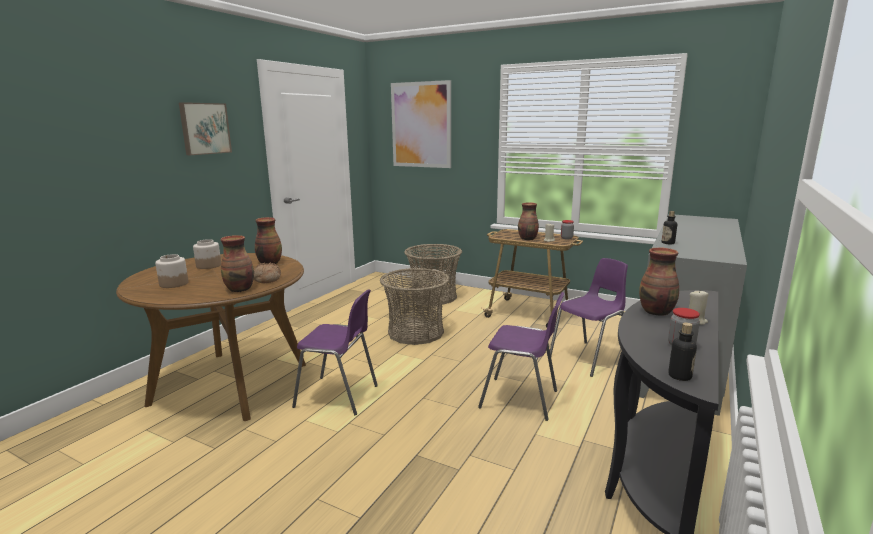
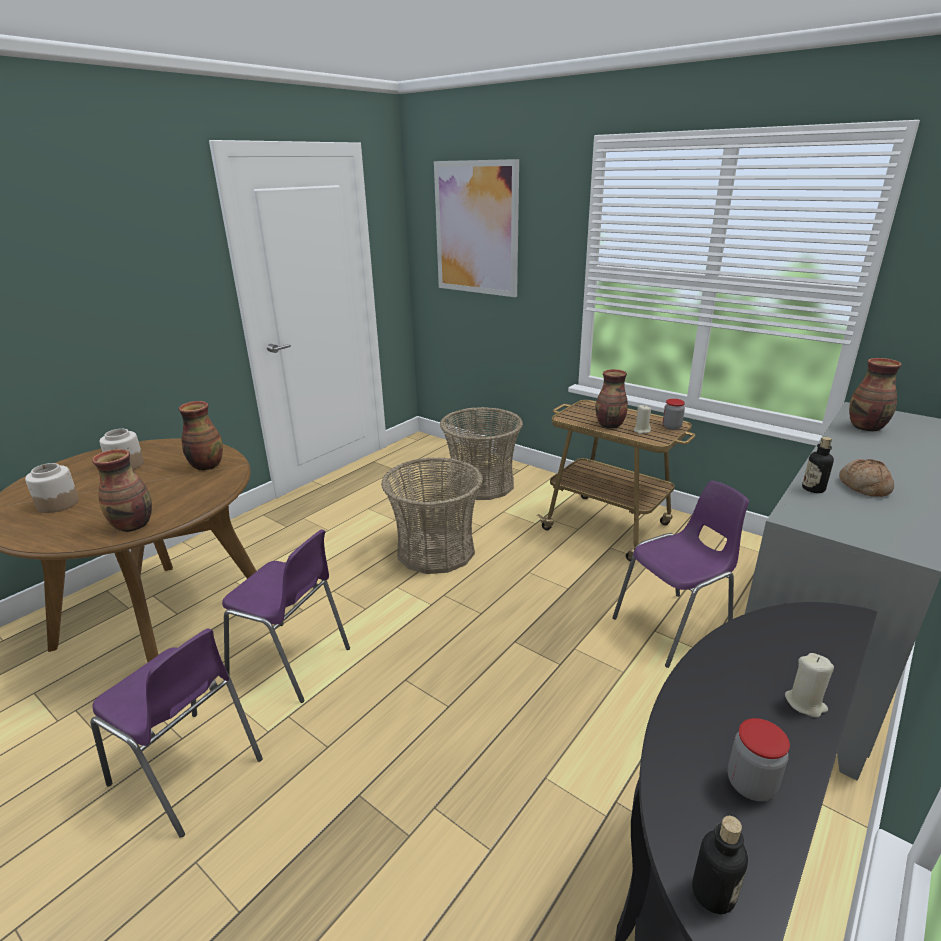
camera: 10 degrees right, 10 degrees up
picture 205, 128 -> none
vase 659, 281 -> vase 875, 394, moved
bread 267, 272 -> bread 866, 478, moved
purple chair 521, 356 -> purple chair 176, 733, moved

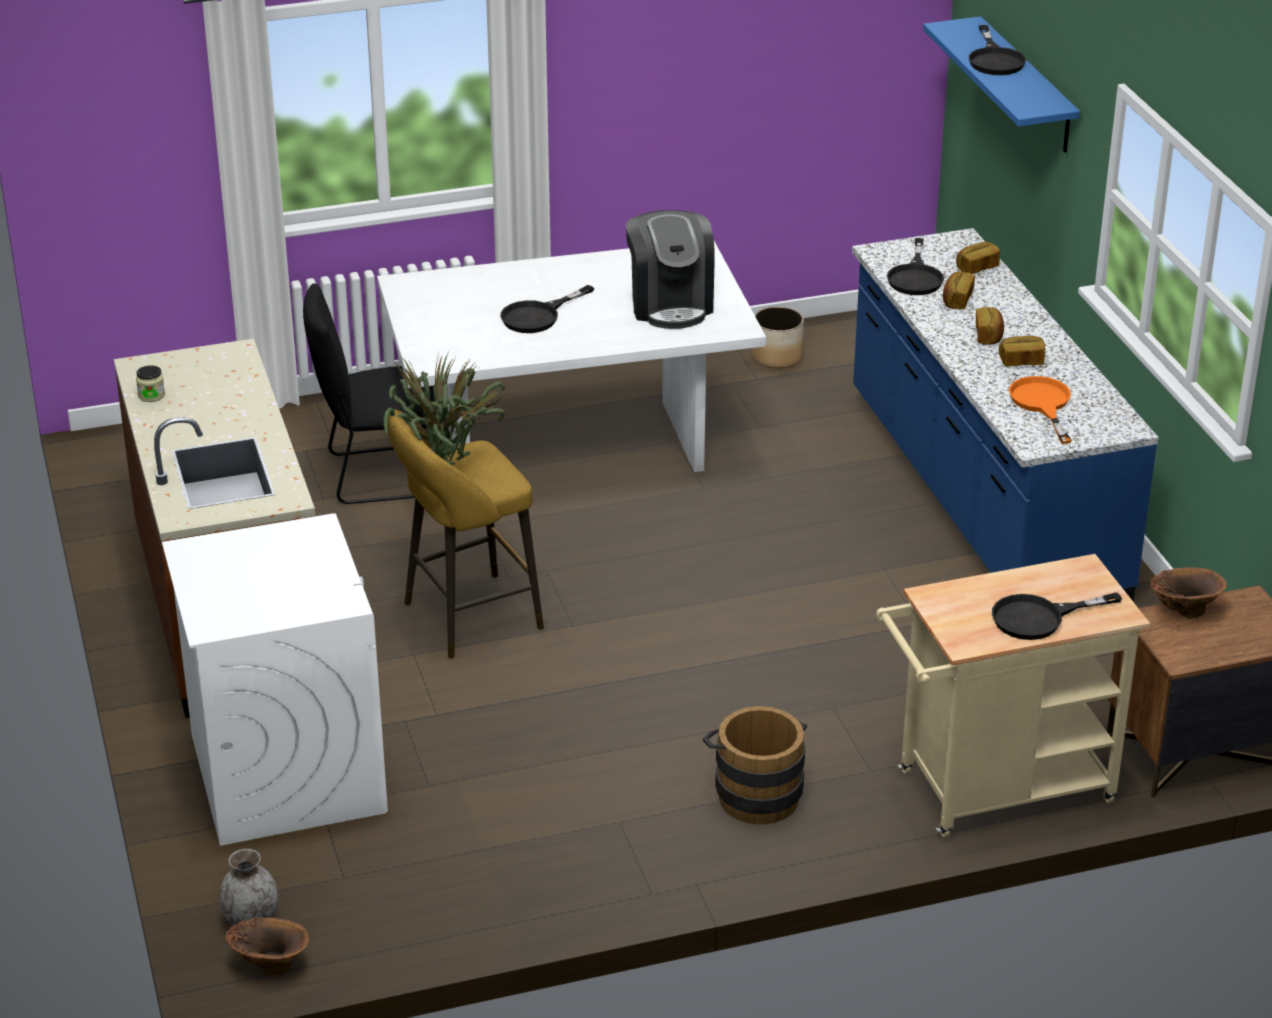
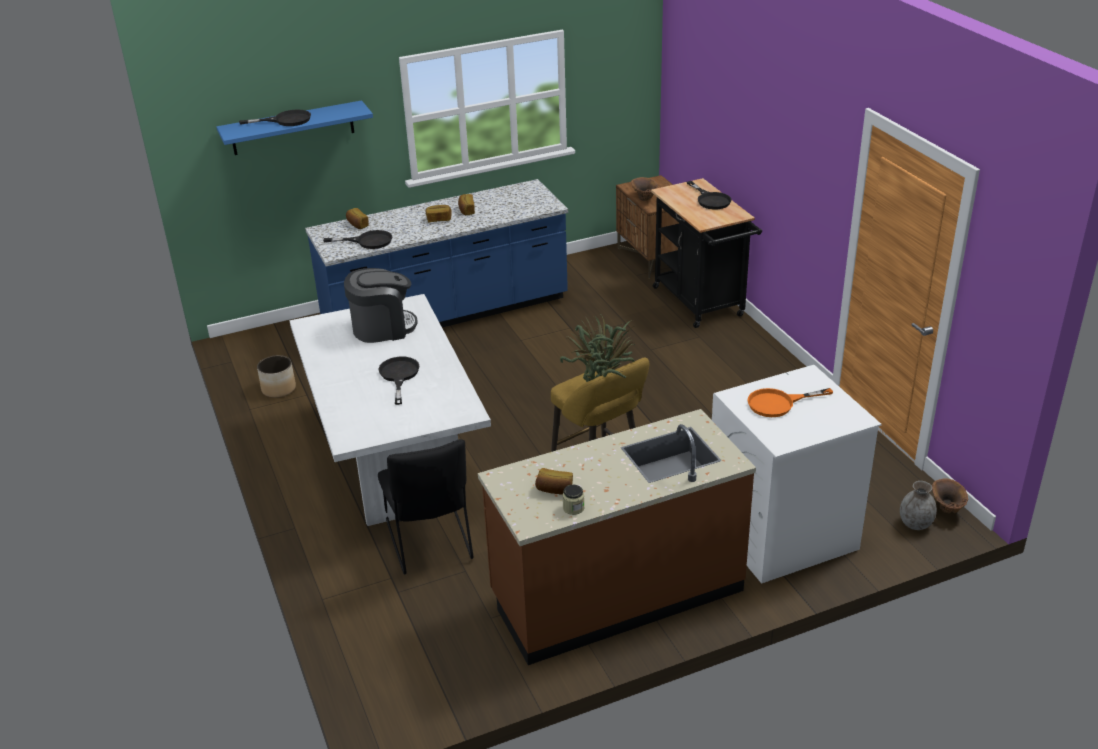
camera: 95 degrees left, 0 degrees up
bread 959, 290 -> bread 554, 481, moved
black frying pan 547, 309 -> black frying pan 398, 381, 135 degrees counterclockwise
orange frying pan 1040, 410 -> orange frying pan 790, 402, moved
beige cart 1013, 695 -> black cart 706, 253
brown bucket 754, 765 -> none

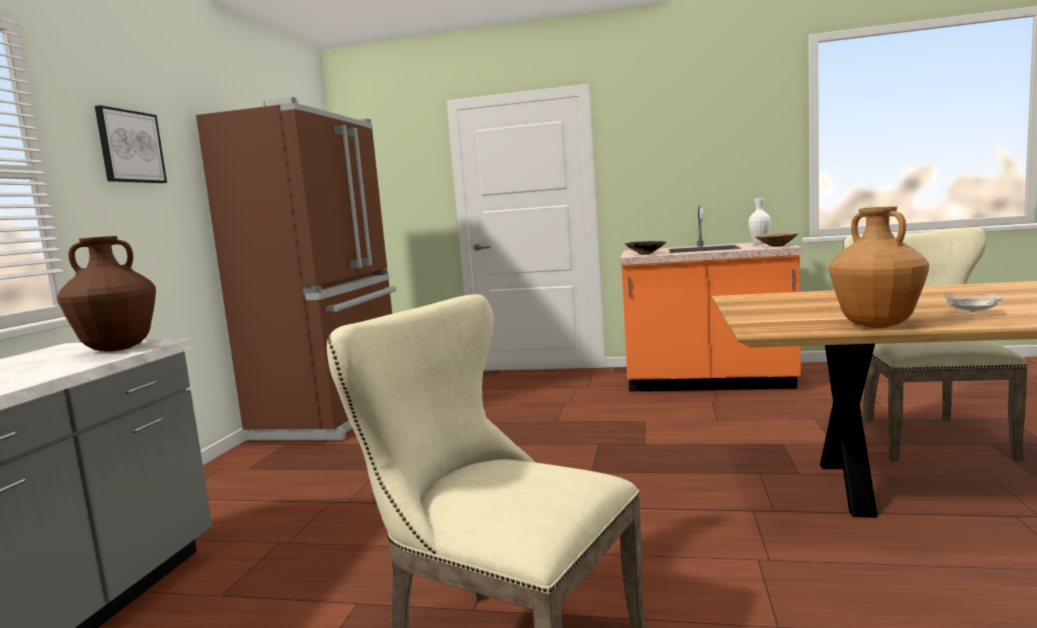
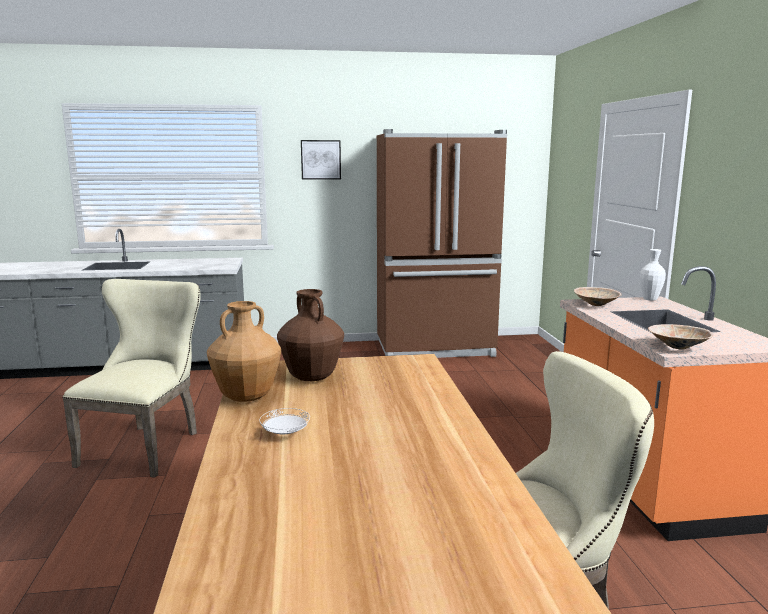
camera: 70 degrees right, 5 degrees up
white vase 759, 221 -> white vase 653, 275, moved
brown vase 106, 294 -> brown vase 310, 335, moved
black bowl 646, 248 -> beige bowl 598, 296

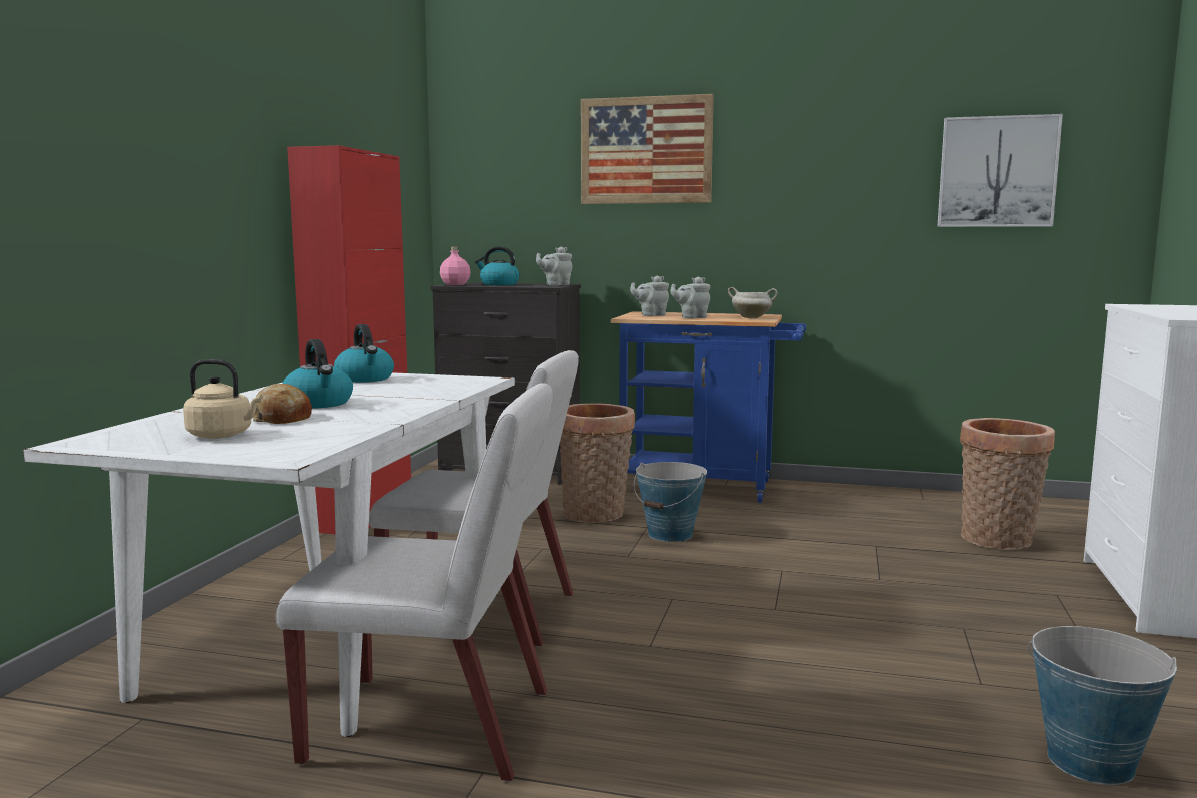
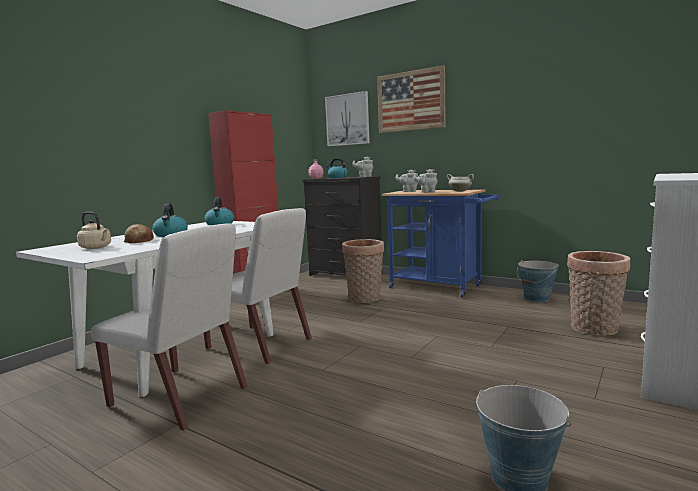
camera: 20 degrees right, 0 degrees up
picture 1000, 170 -> picture 347, 118, moved
bucket 670, 502 -> bucket 538, 281, moved

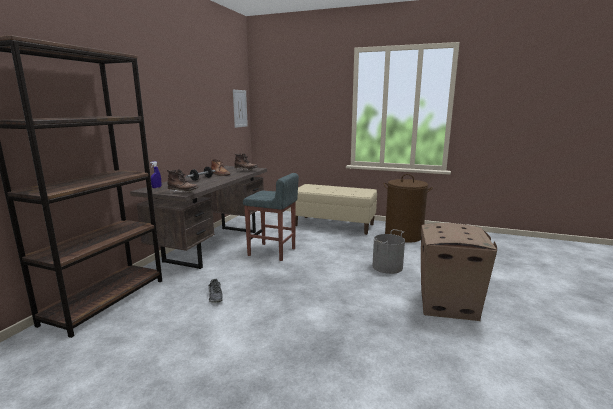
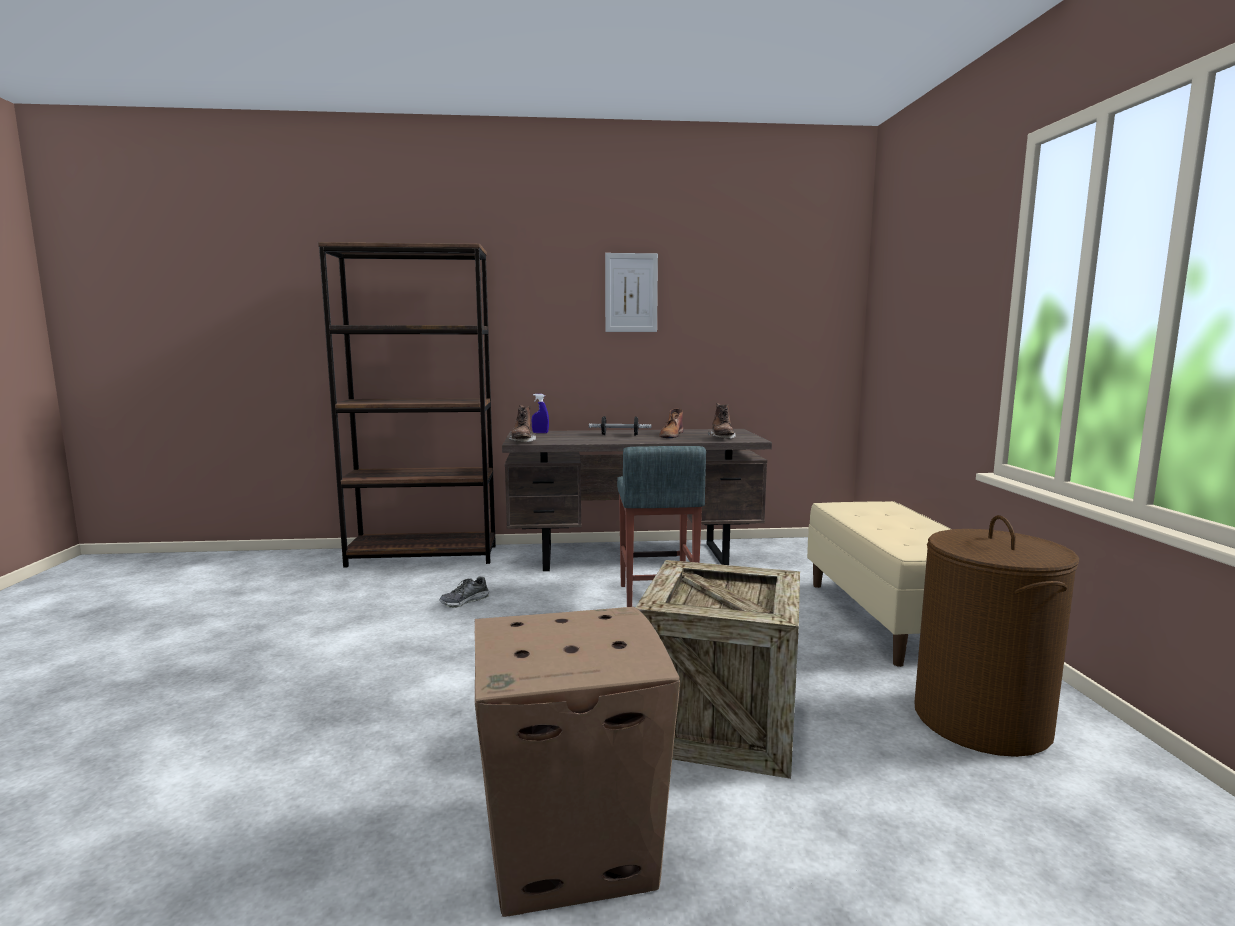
camera: 65 degrees right, 5 degrees down
picture 240, 109 -> picture 631, 292, moved
grey bucket 389, 251 -> crate 717, 669

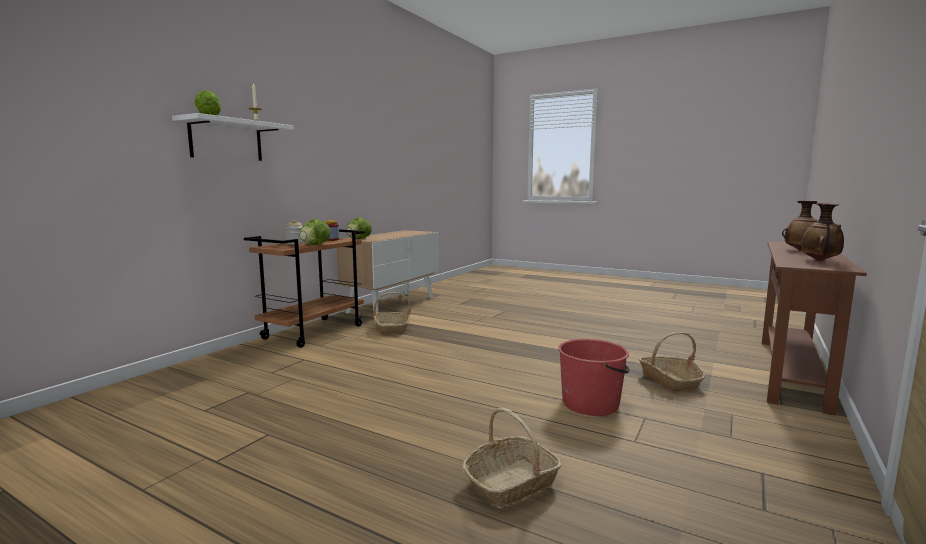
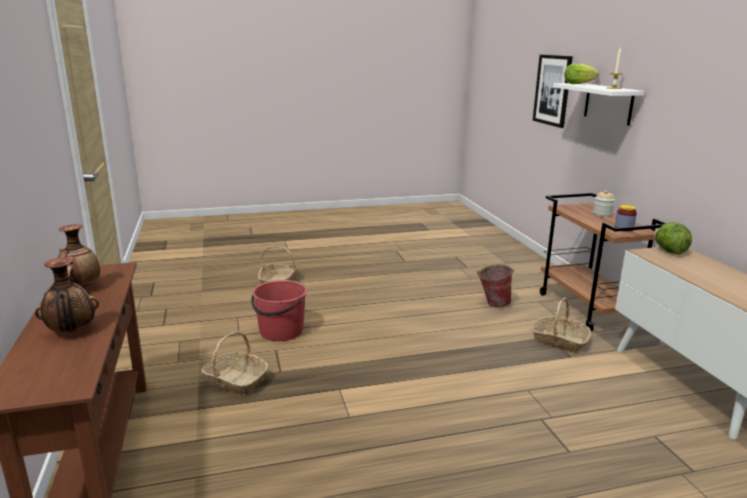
camera: 135 degrees right, 10 degrees up
lettuce 315, 232 -> none
none -> picture 553, 91
none -> bucket 495, 286

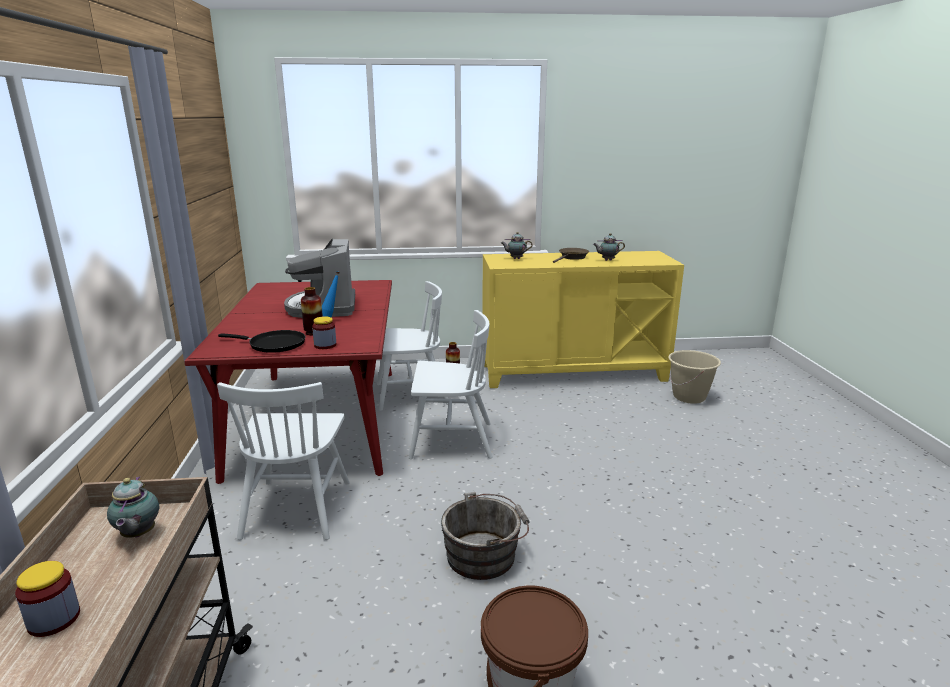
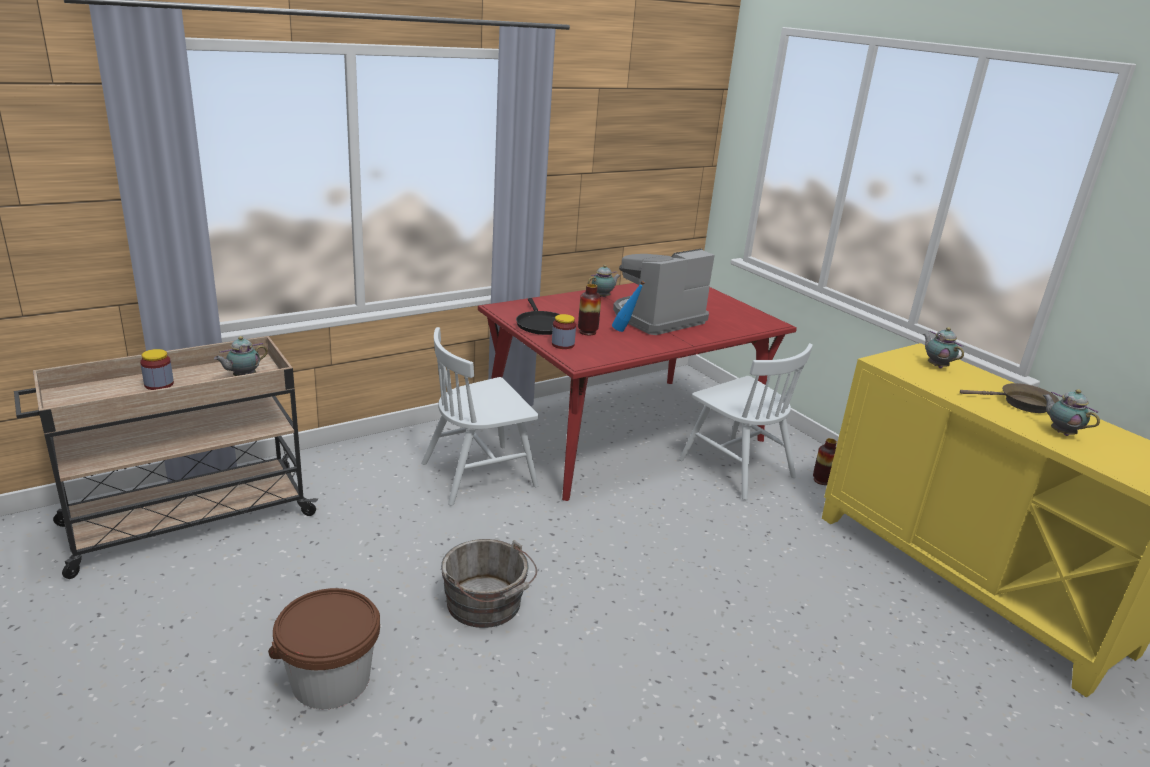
camera: 60 degrees right, 5 degrees up
white chair 451, 384 -> none
beige bucket 694, 377 -> none
none -> teapot 604, 281

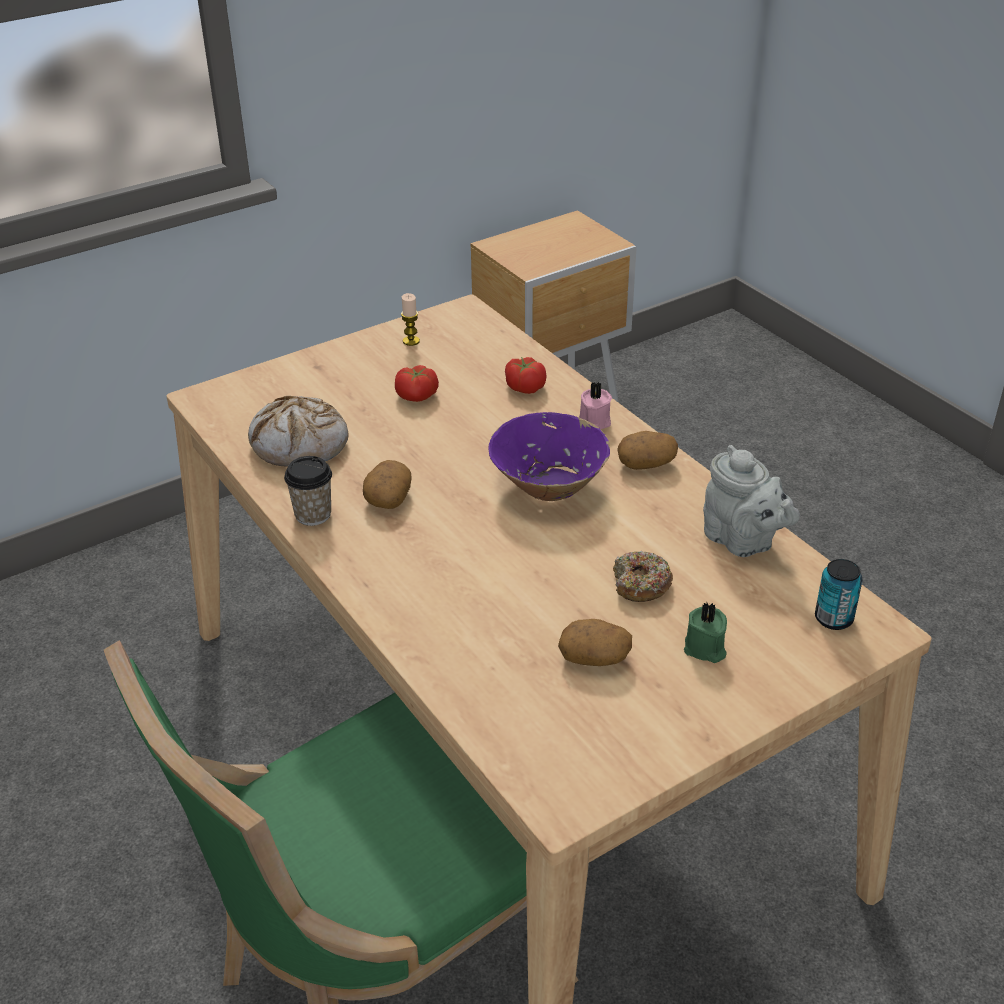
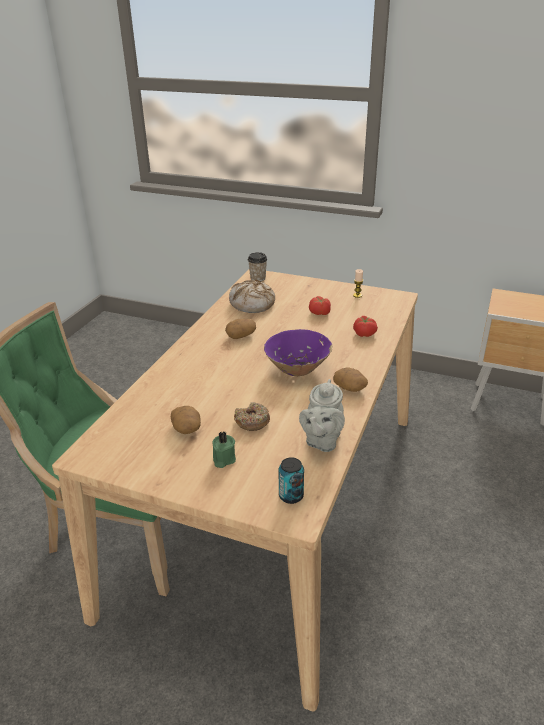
camera: 55 degrees right, 5 degrees down
pink candle 595, 405 -> none
cup 308, 491 -> cup 257, 266, moved

